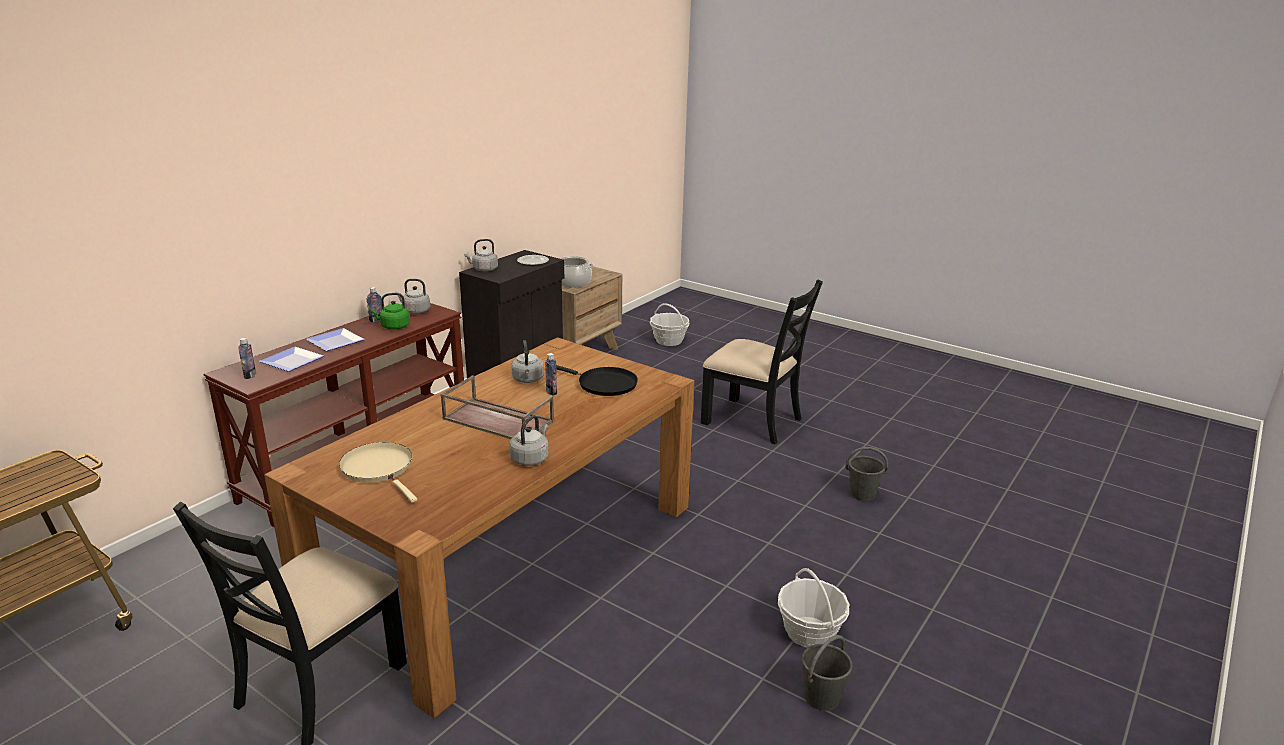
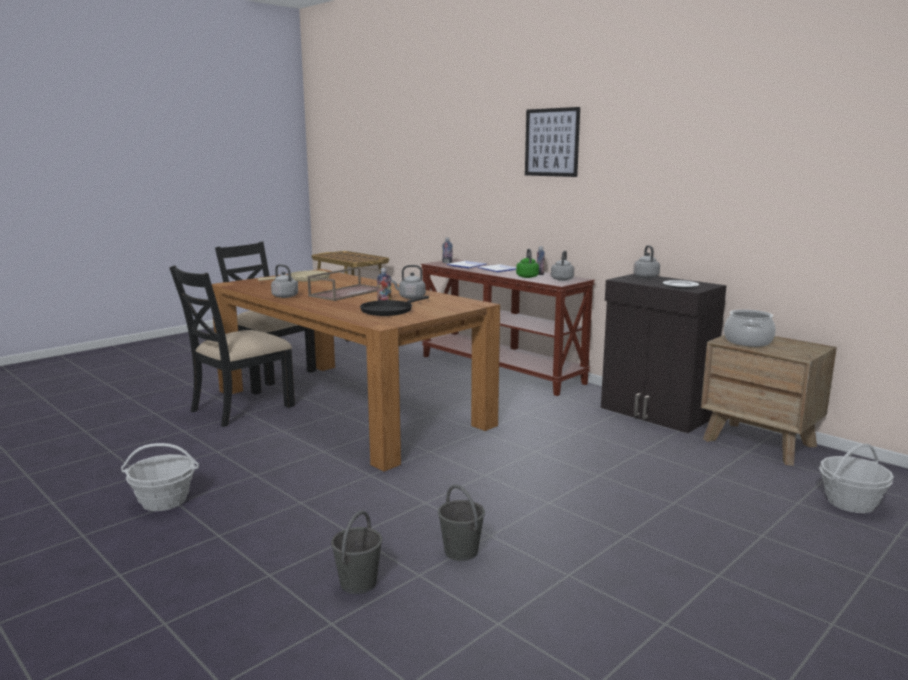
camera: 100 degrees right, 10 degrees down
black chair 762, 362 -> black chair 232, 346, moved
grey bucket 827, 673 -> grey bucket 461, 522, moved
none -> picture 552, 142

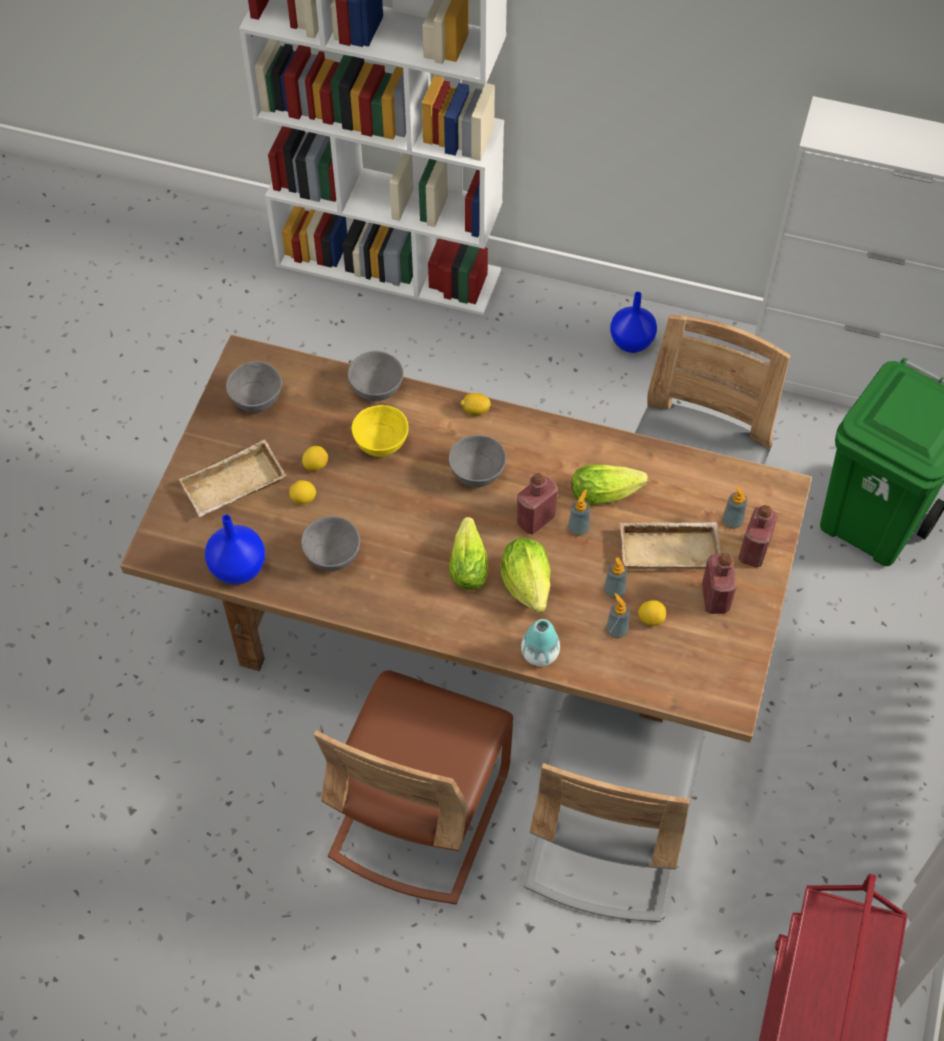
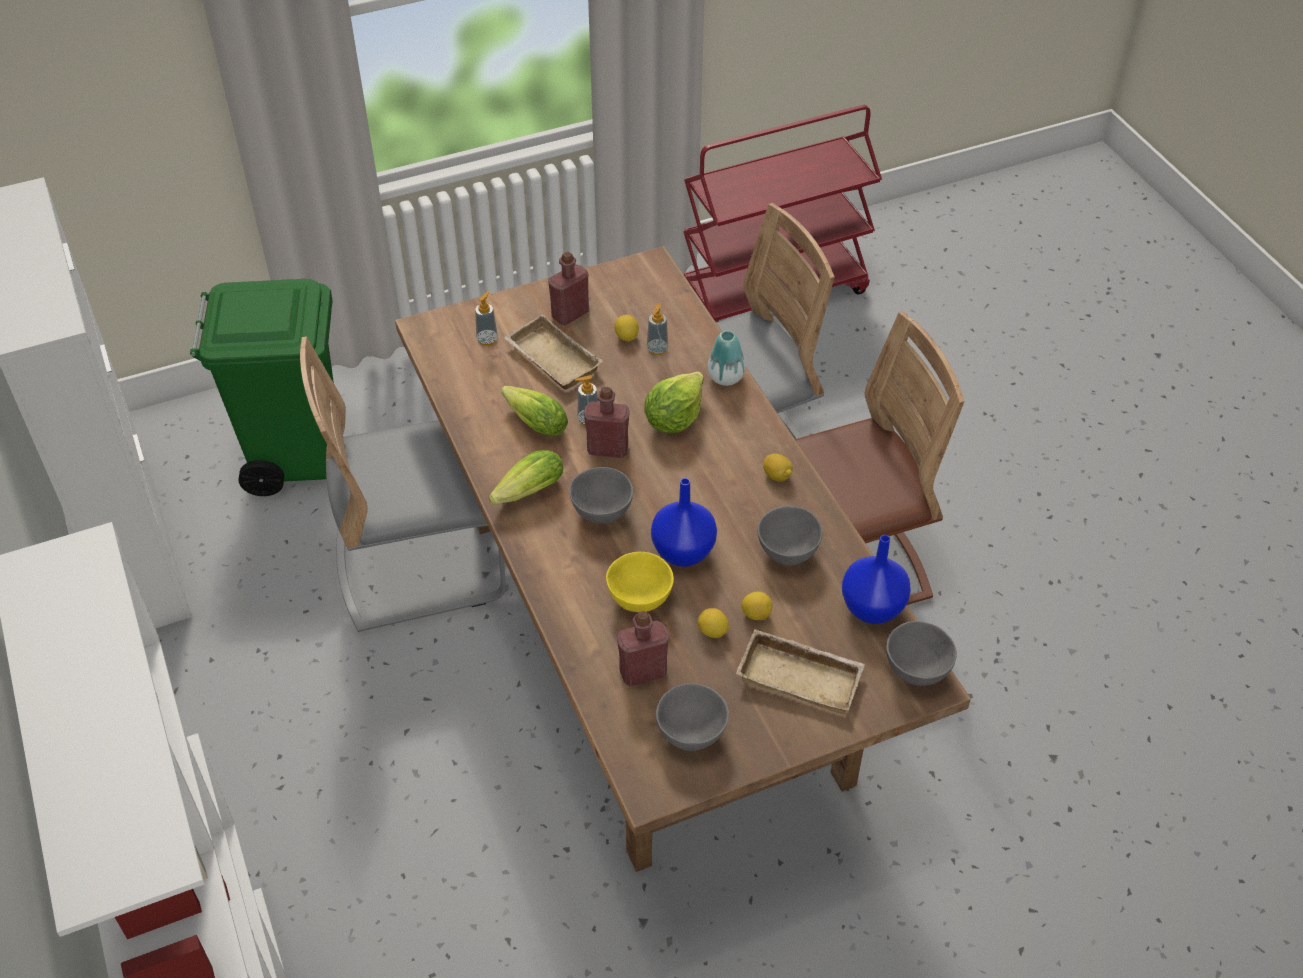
camera: 130 degrees left, 10 degrees down
blue vase 633, 322 -> blue vase 684, 522, moved
grey bowl 375, 376 -> grey bowl 921, 653, moved
lemon 476, 404 -> lemon 778, 467, moved
red bottle 758, 536 -> red bottle 643, 648, moved
lettuce 468, 553 -> lettuce 526, 477, moved
soap dispenser 615, 578 -> none

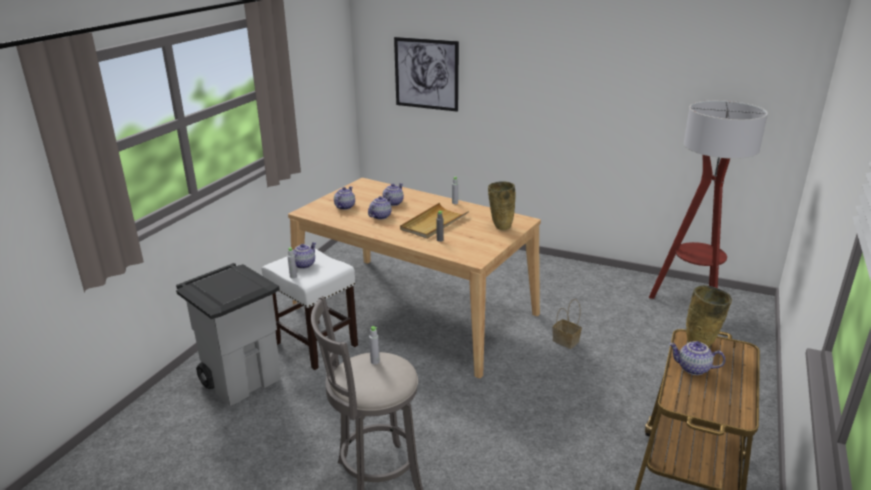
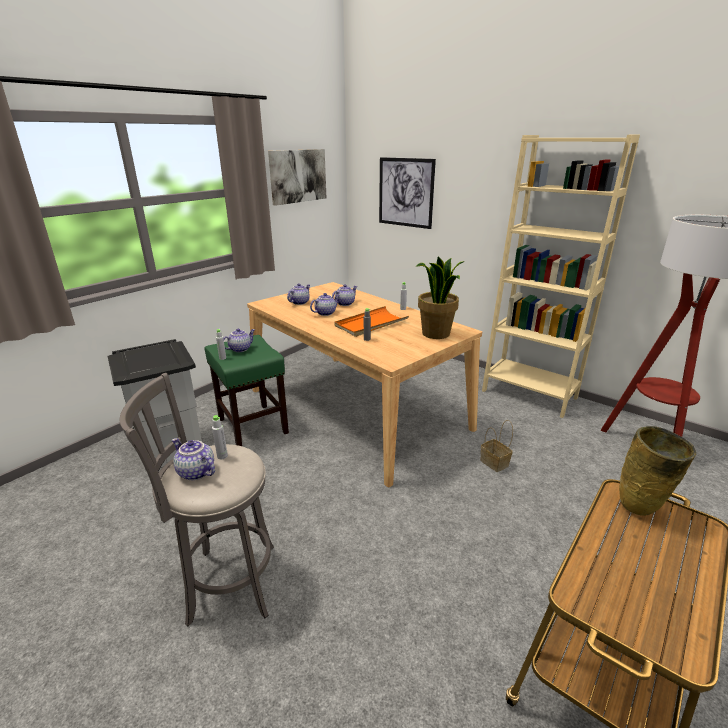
camera: 15 degrees right, 0 degrees up
beige vase 502, 205 -> potted plant 440, 297
beige tray 434, 221 -> orange tray 371, 321
white stool 310, 308 -> green stool 246, 390
teapot 697, 358 -> teapot 193, 459, moved
none -> beige bookcase 561, 276
none -> picture 297, 177

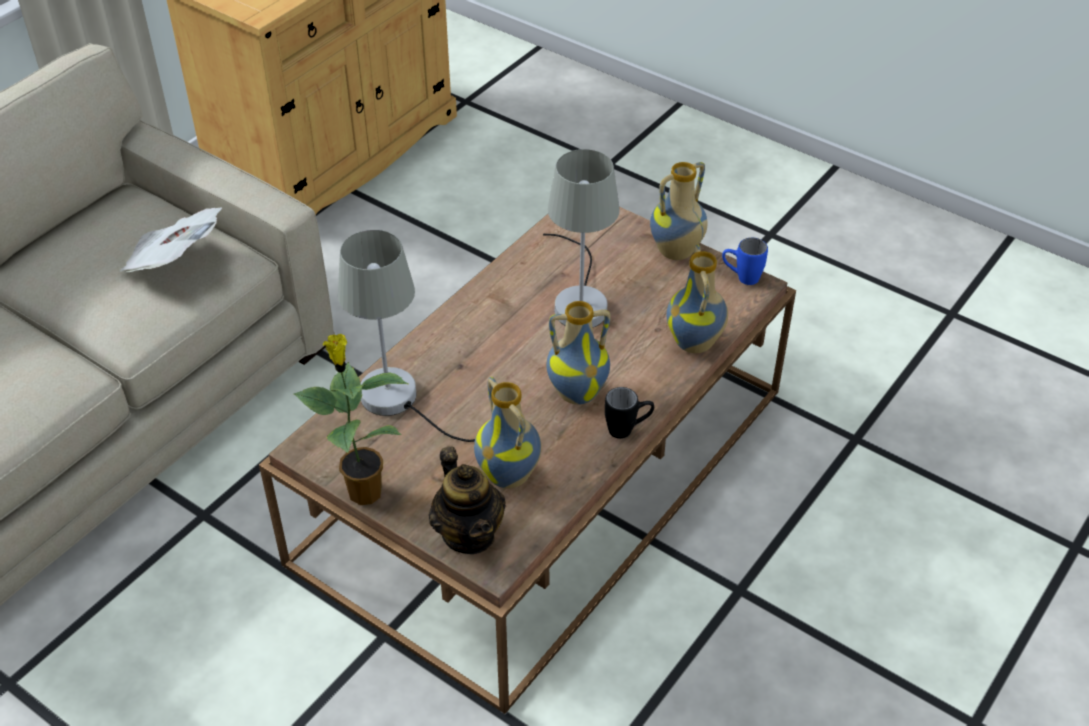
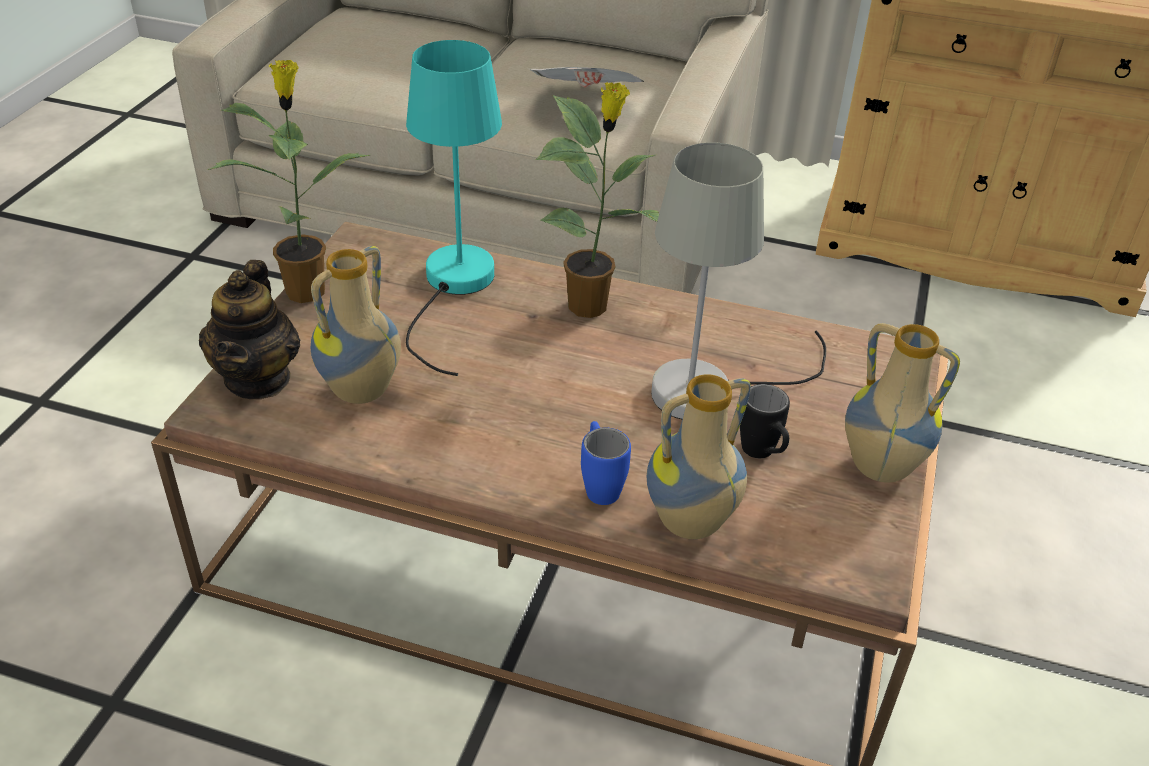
camera: 70 degrees right, 5 degrees down
grey table lamp 406, 336 -> turquoise table lamp 454, 208
blue mug 745, 261 -> blue mug 606, 463, moved
vase 579, 353 -> none
black mug 629, 413 -> black mug 765, 421, moved
teapot 467, 500 -> teapot 249, 329, 45 degrees counterclockwise
none -> potted plant 597, 200

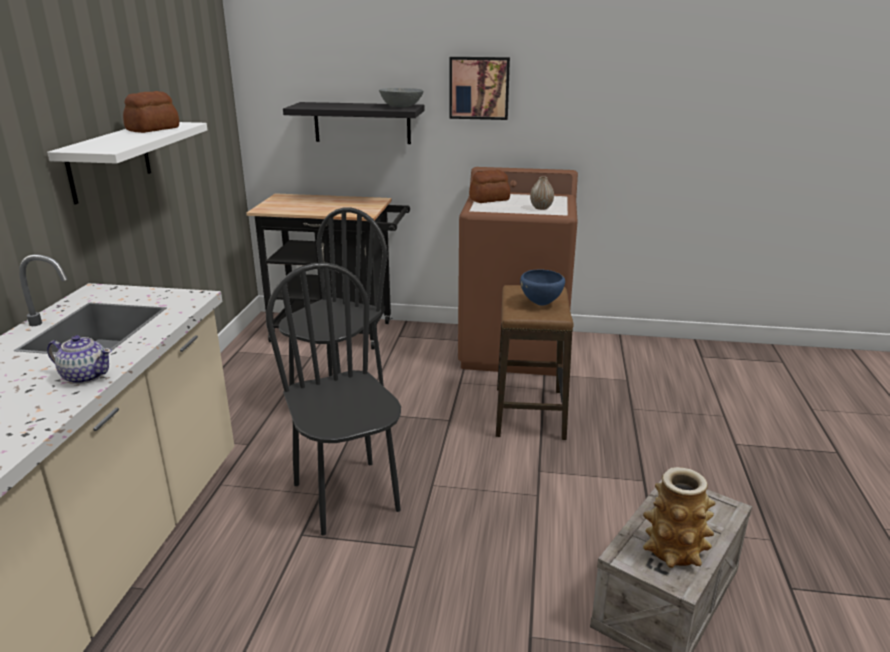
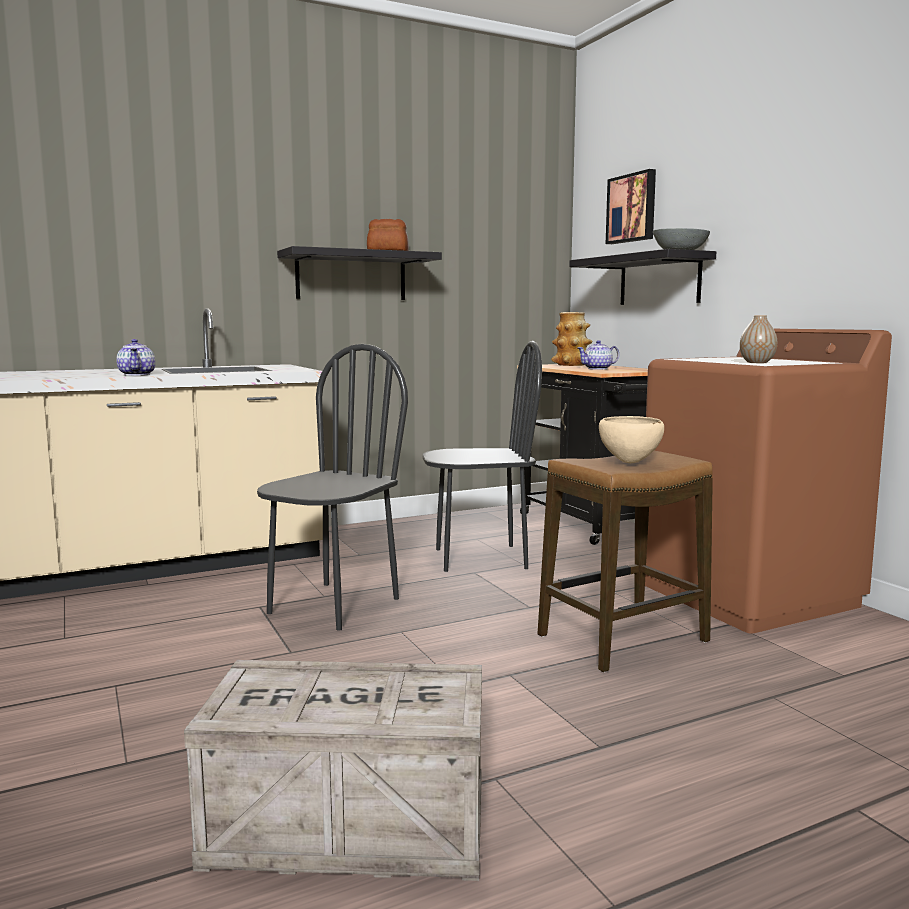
camera: 55 degrees right, 15 degrees down
picture 479, 88 -> picture 631, 206, moved
white shelf 127, 163 -> black shelf 359, 273
bread 489, 186 -> none
blue bowl 542, 287 -> beige bowl 631, 439
vase 679, 517 -> vase 571, 339, moved
none -> teapot 598, 355

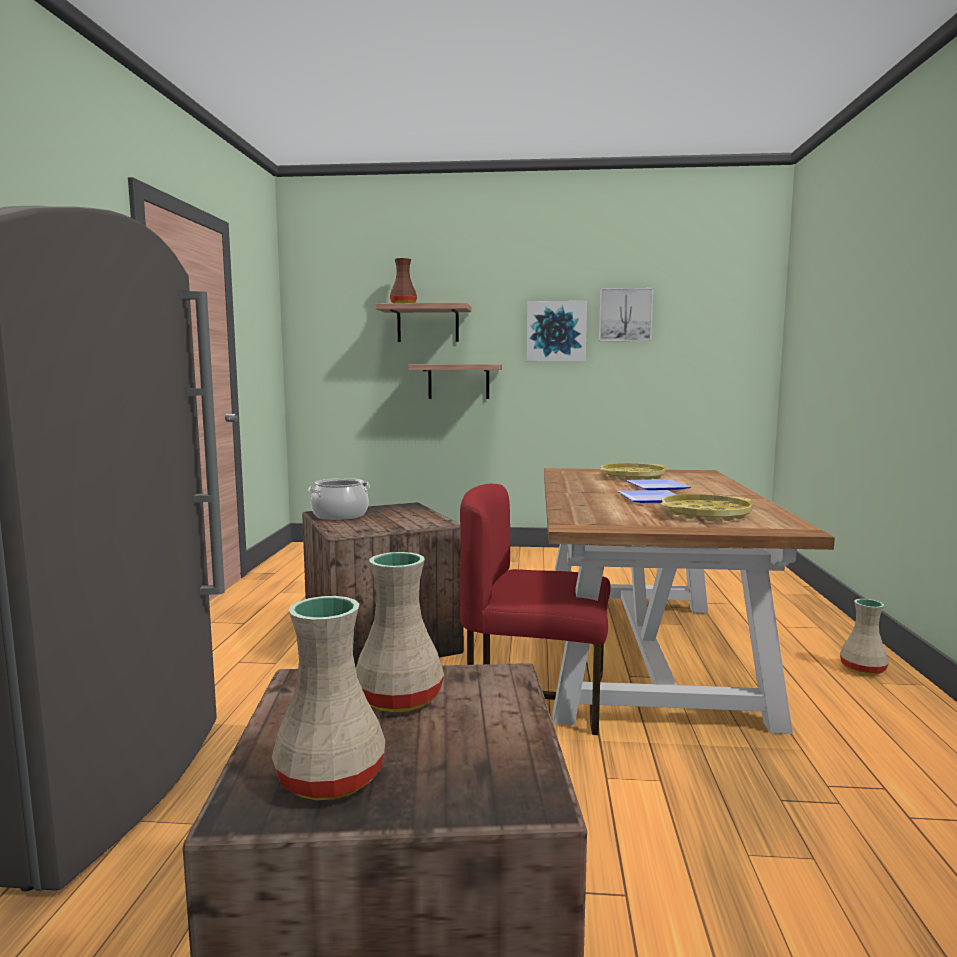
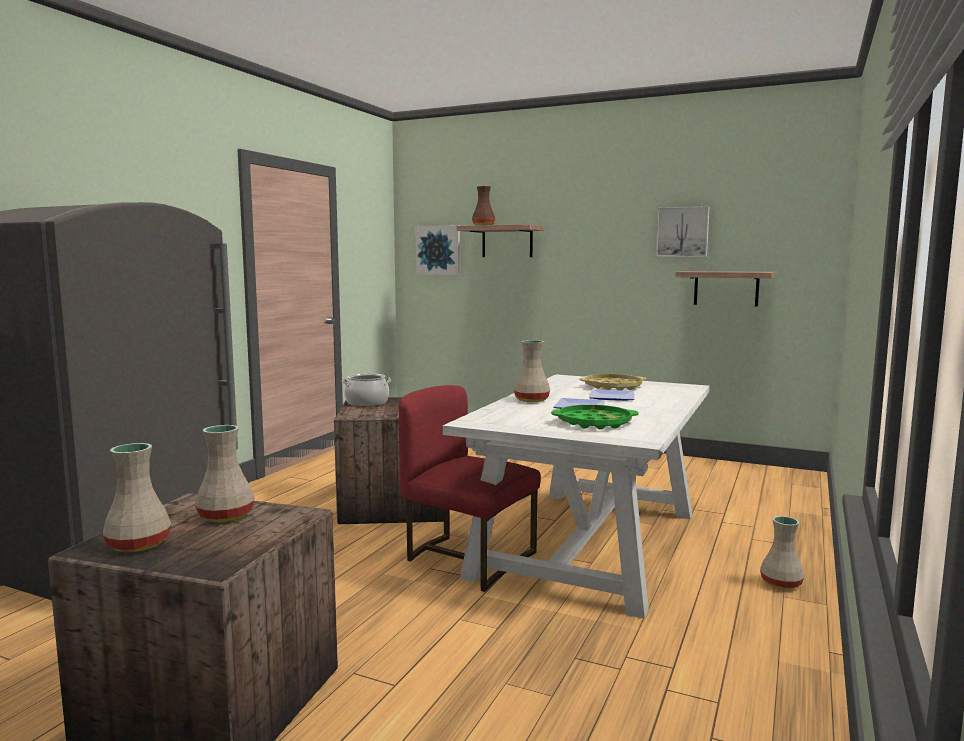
camera: 20 degrees right, 0 degrees up
picture 557, 331 -> picture 437, 250, moved
shelf 455, 381 -> shelf 724, 289, moved
brown dining table 689, 601 -> white dining table 576, 497
yellow tray 706, 507 -> green tray 595, 417
none -> beige vase 532, 371

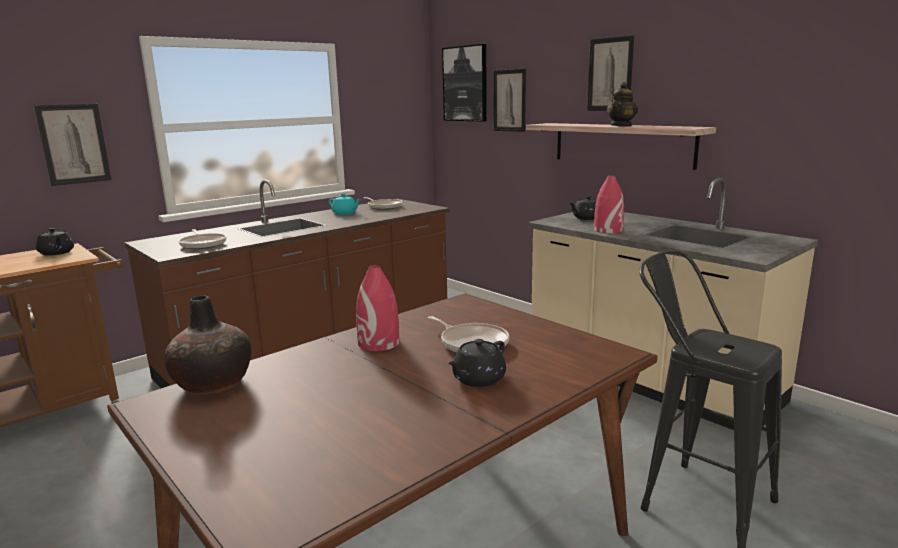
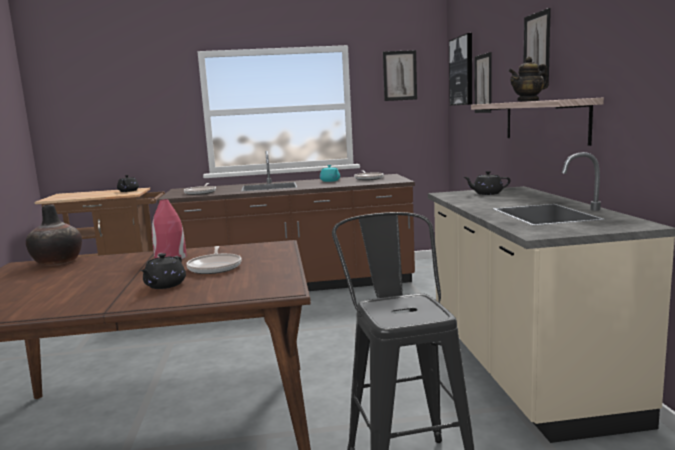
camera: 35 degrees right, 5 degrees down
picture 72, 145 -> picture 400, 75, moved
red vase 609, 205 -> none
black teapot 477, 363 -> black teapot 163, 271, 60 degrees counterclockwise

